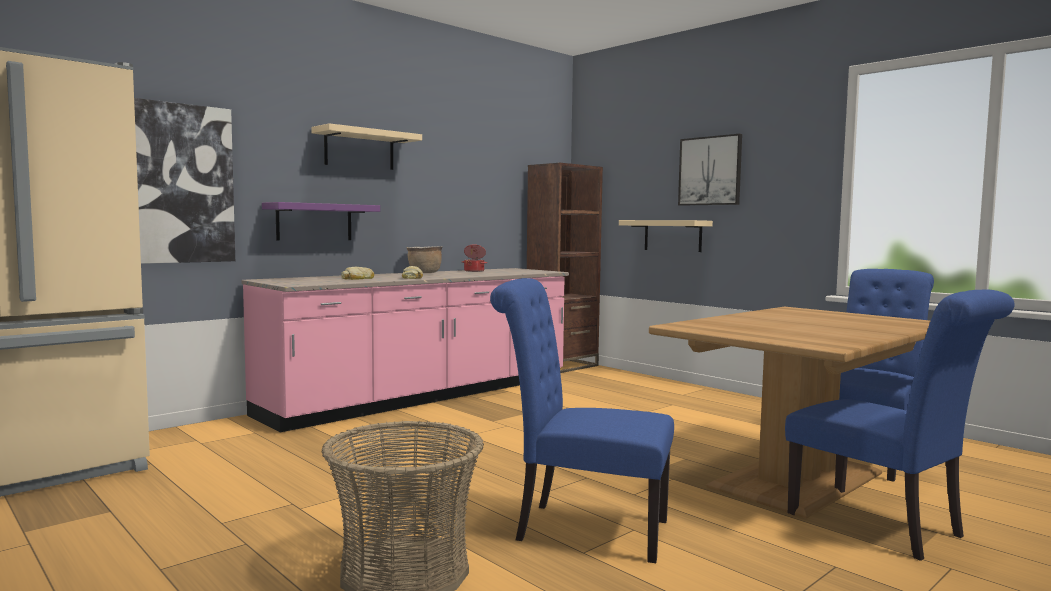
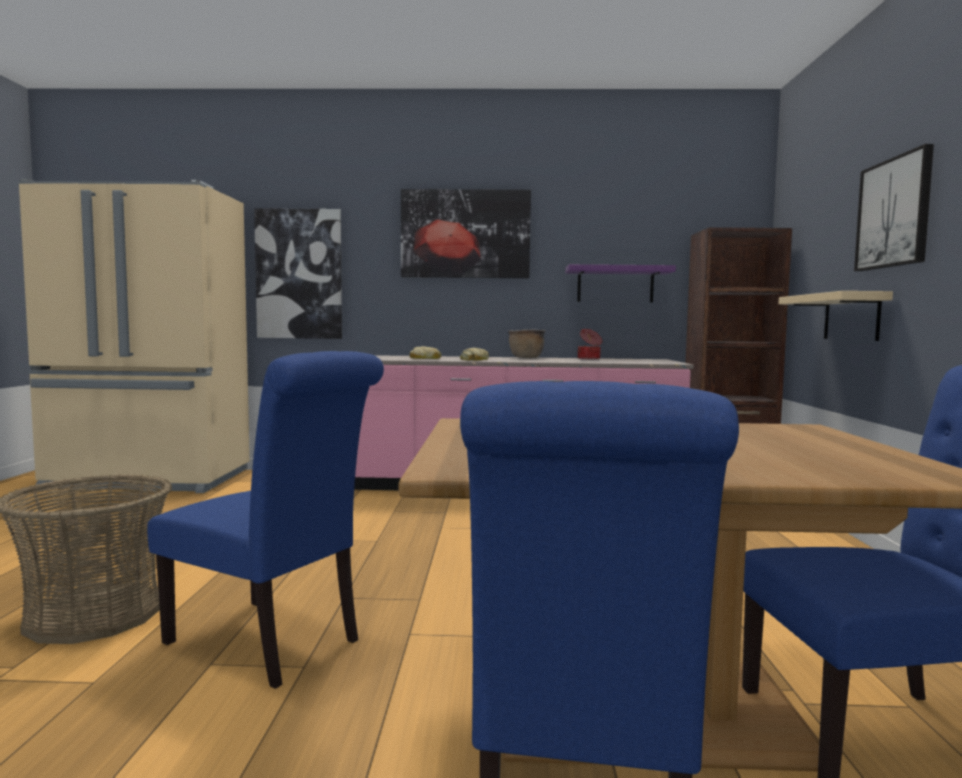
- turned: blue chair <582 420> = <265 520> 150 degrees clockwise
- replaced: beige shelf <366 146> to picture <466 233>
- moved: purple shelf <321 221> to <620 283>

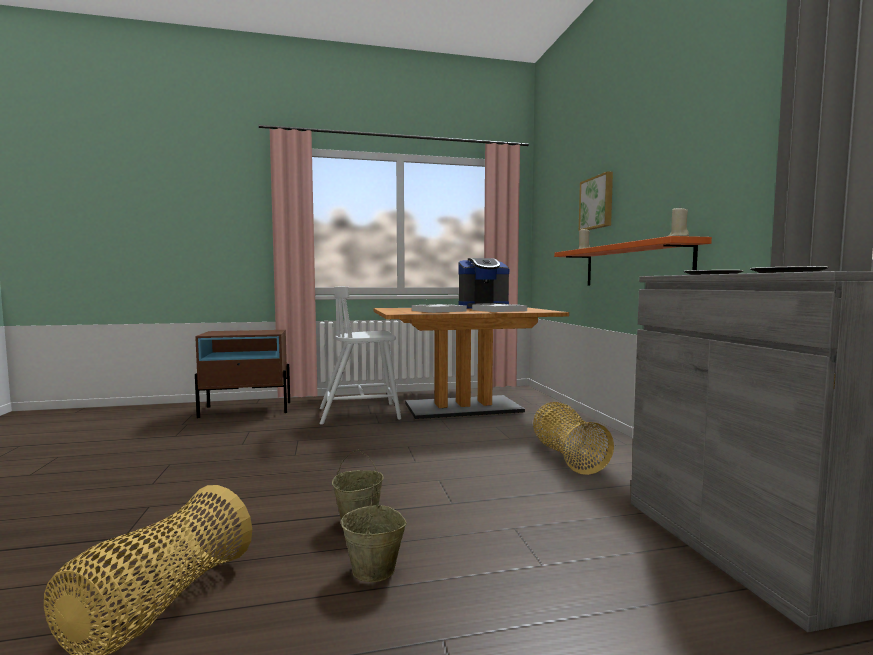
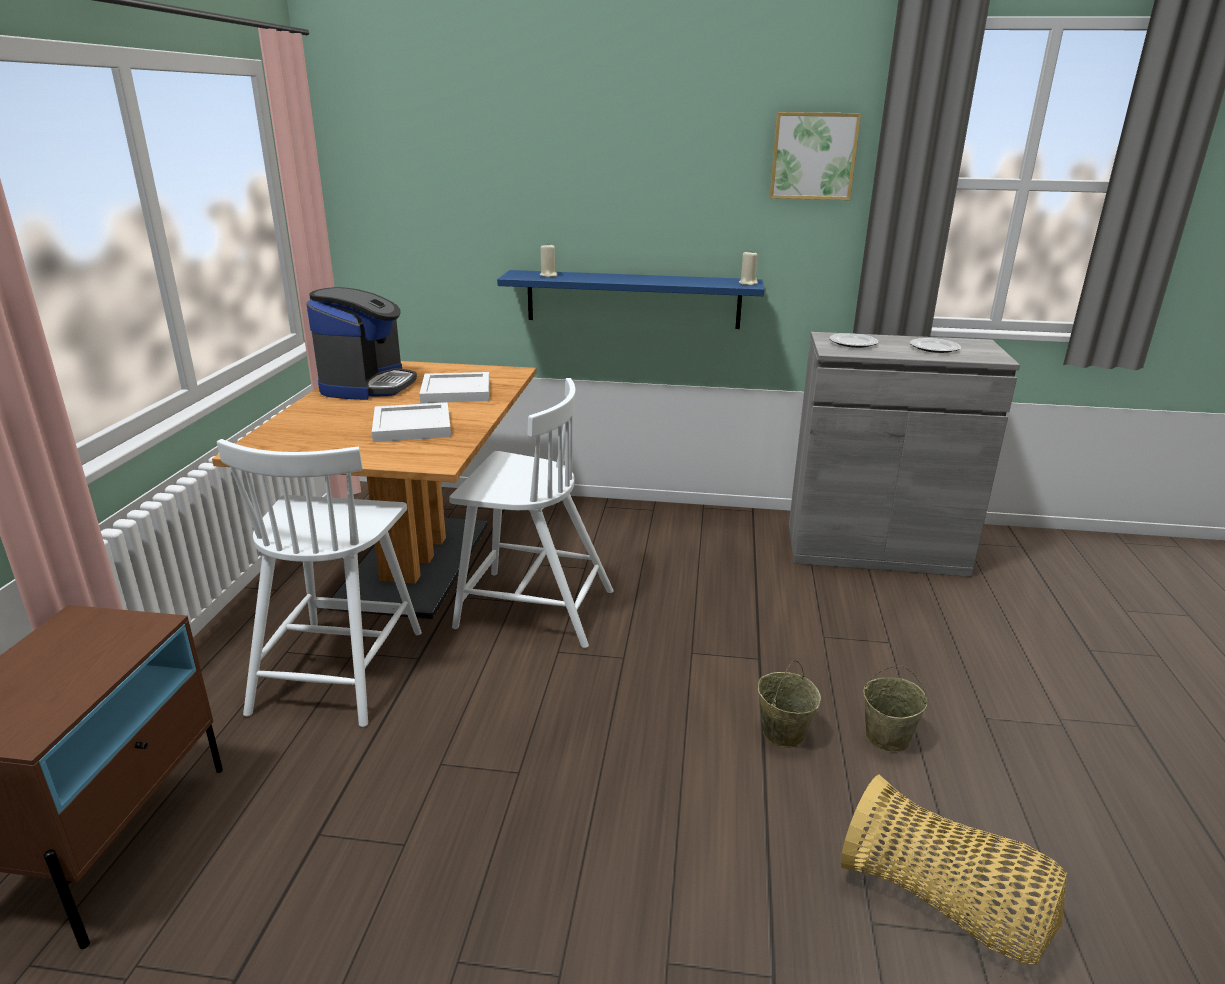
- added: white chair <531 513>
- recoloured: orange shelf <633 260> to blue shelf <630 299>
- moved: picture <596 200> to <815 156>
- removed: basket <573 438>

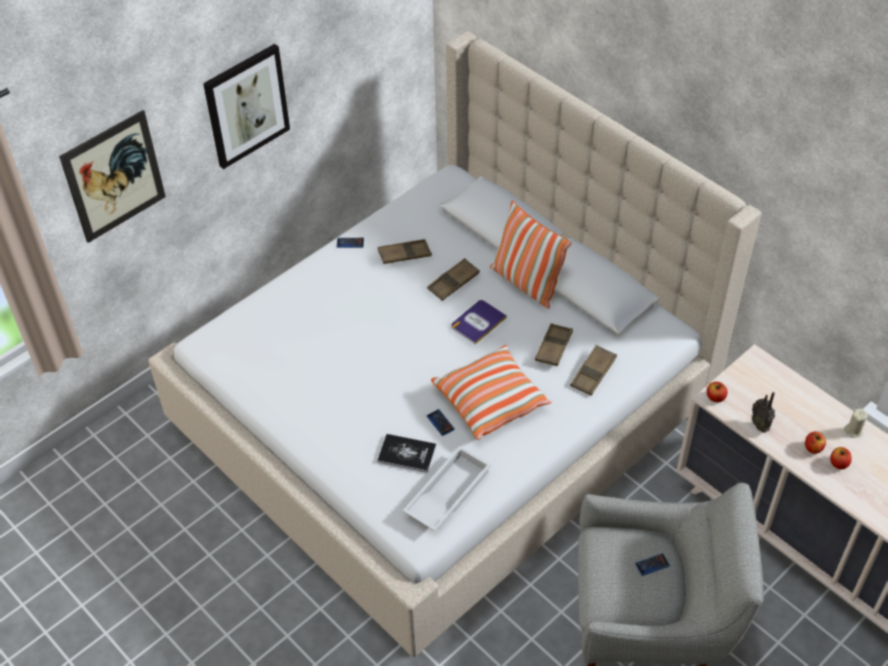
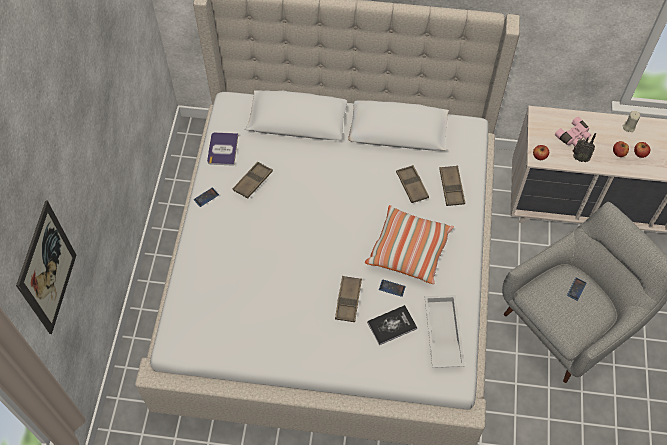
- moved: book <479 322> to <222 149>
- moved: brown tray <453 279> to <348 299>
- added: pink binoculars <573 131>
- removed: picture <246 106>
- removed: pillow <531 254>

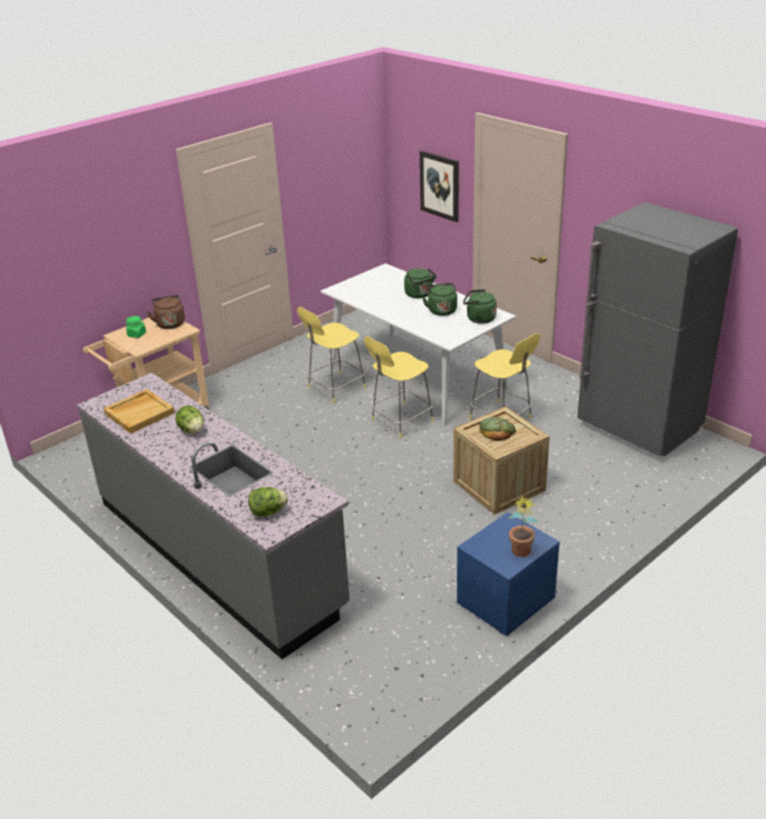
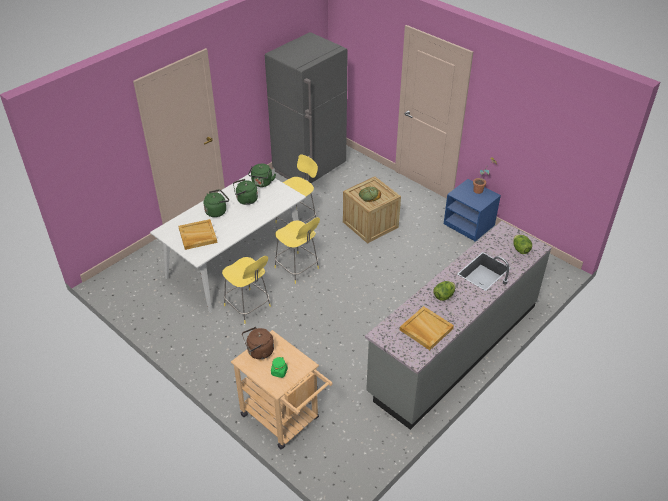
- added: beige tray <197 234>
- removed: picture <439 186>

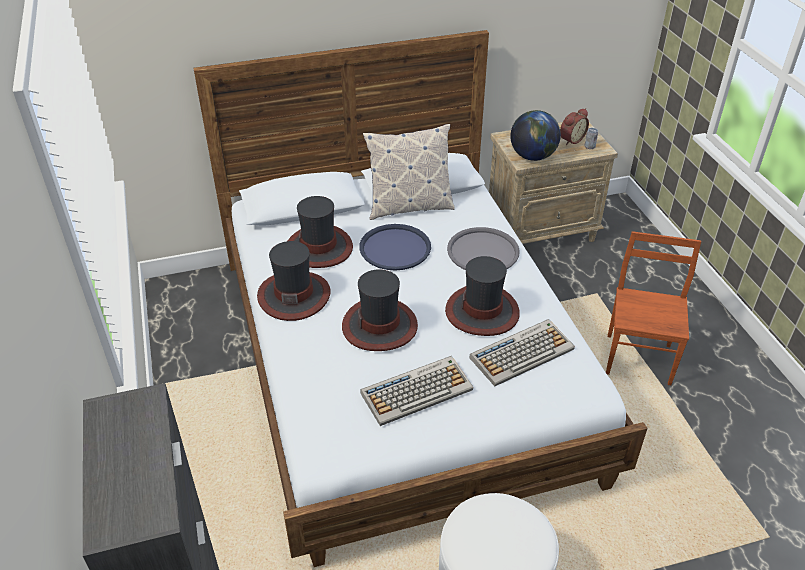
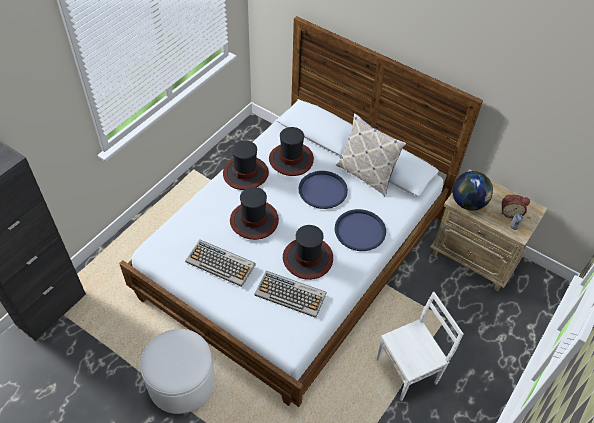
- recoloured: grey tray <483 248> to blue tray <360 230>
- recoloured: brown chair <653 308> to white chair <420 346>

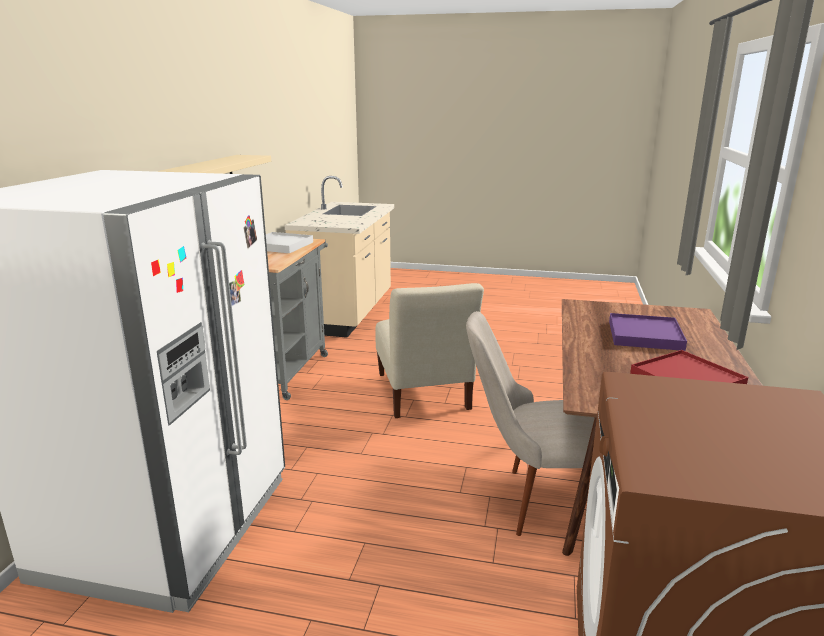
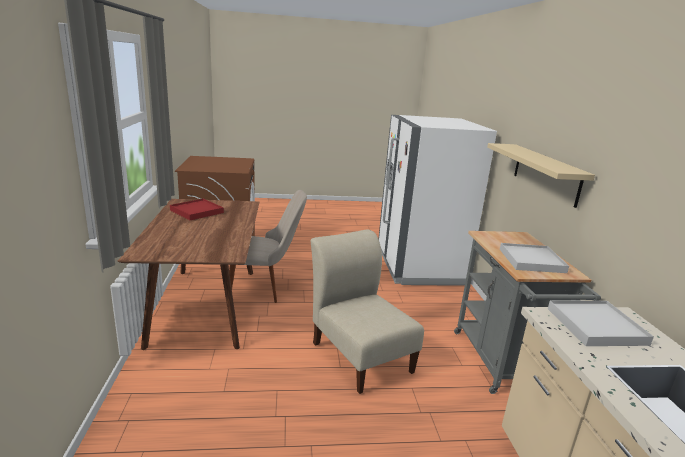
- added: white tray <601 323>
- removed: purple tray <648 332>

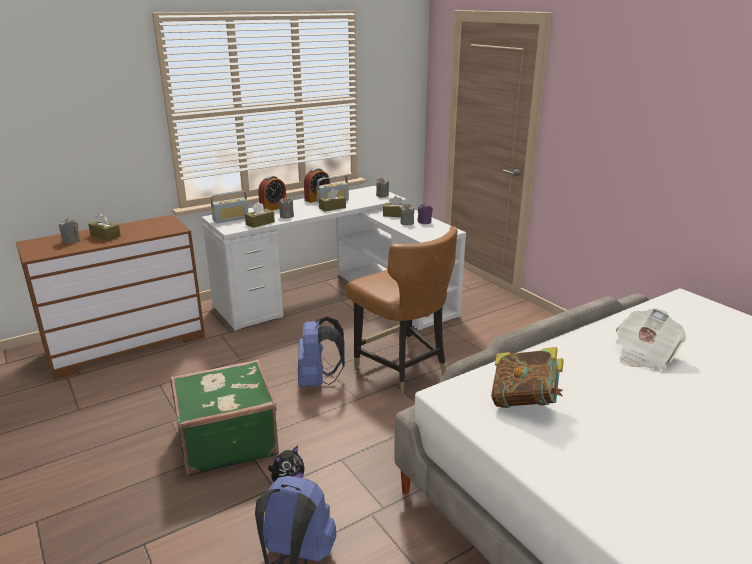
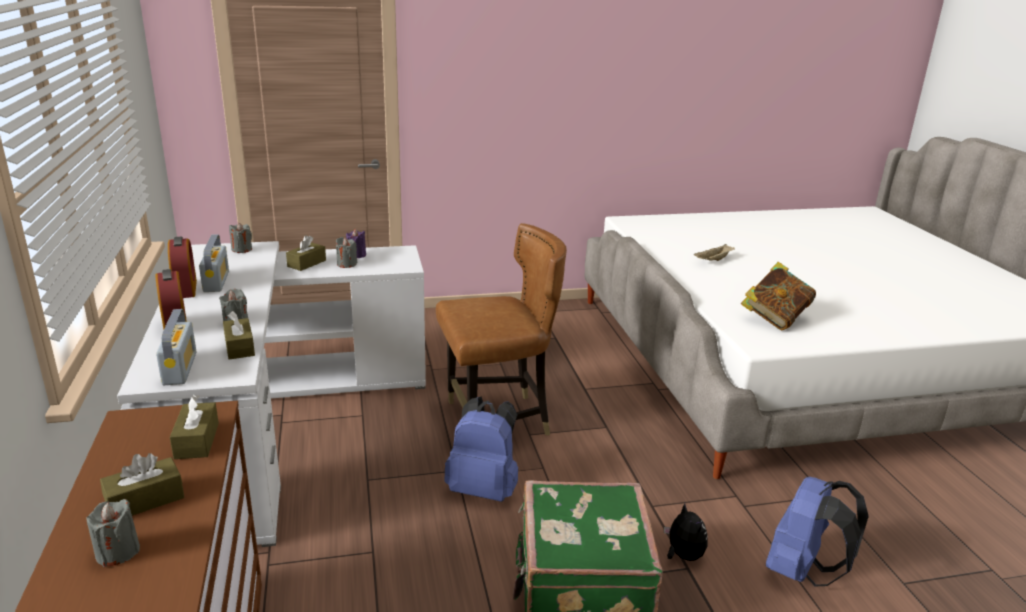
- moved: brown tissue box <332 199> to <194 427>
- replaced: newspaper <651 338> to beige tray <714 252>

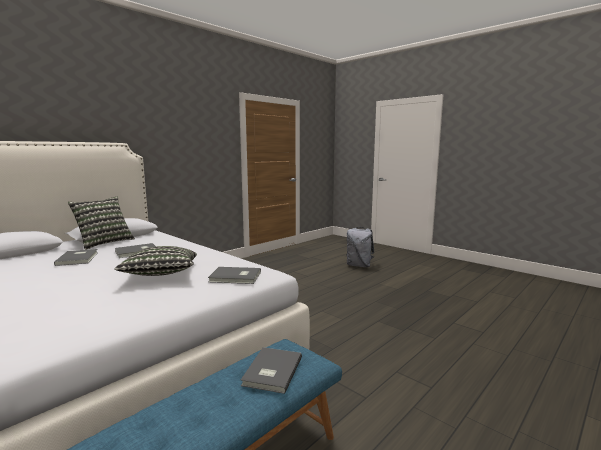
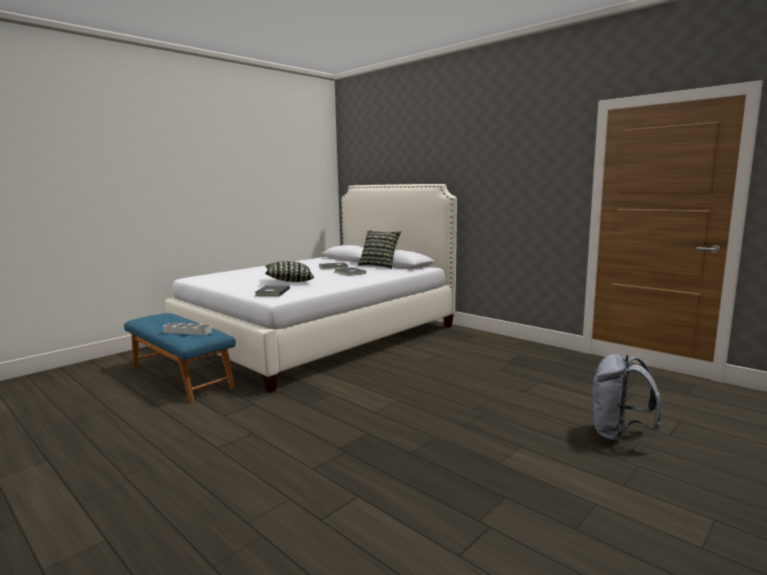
- replaced: grey book <271 370> to grey tray <187 329>

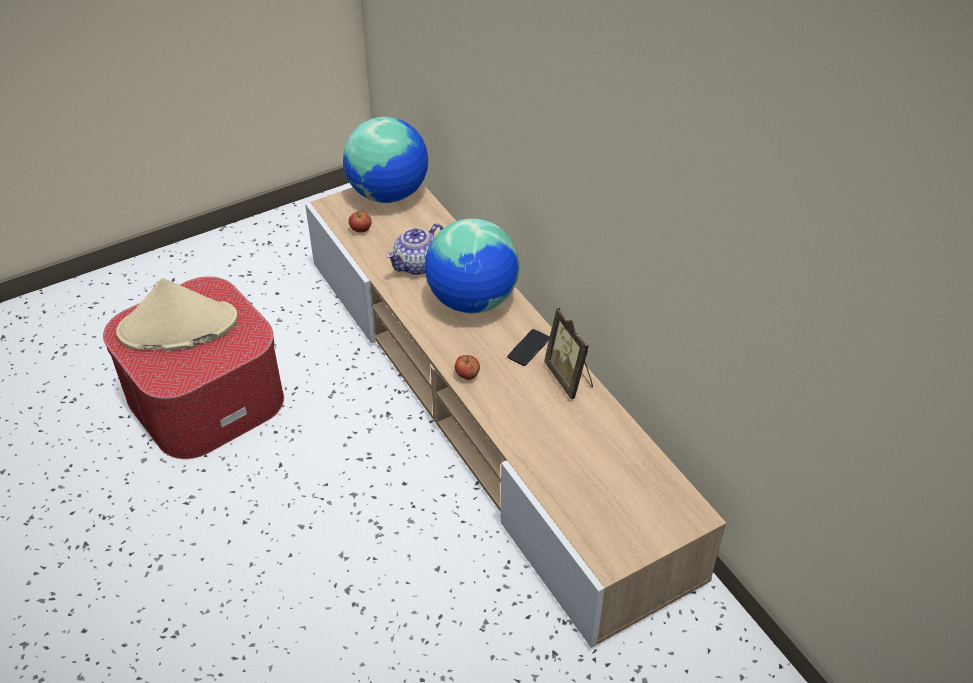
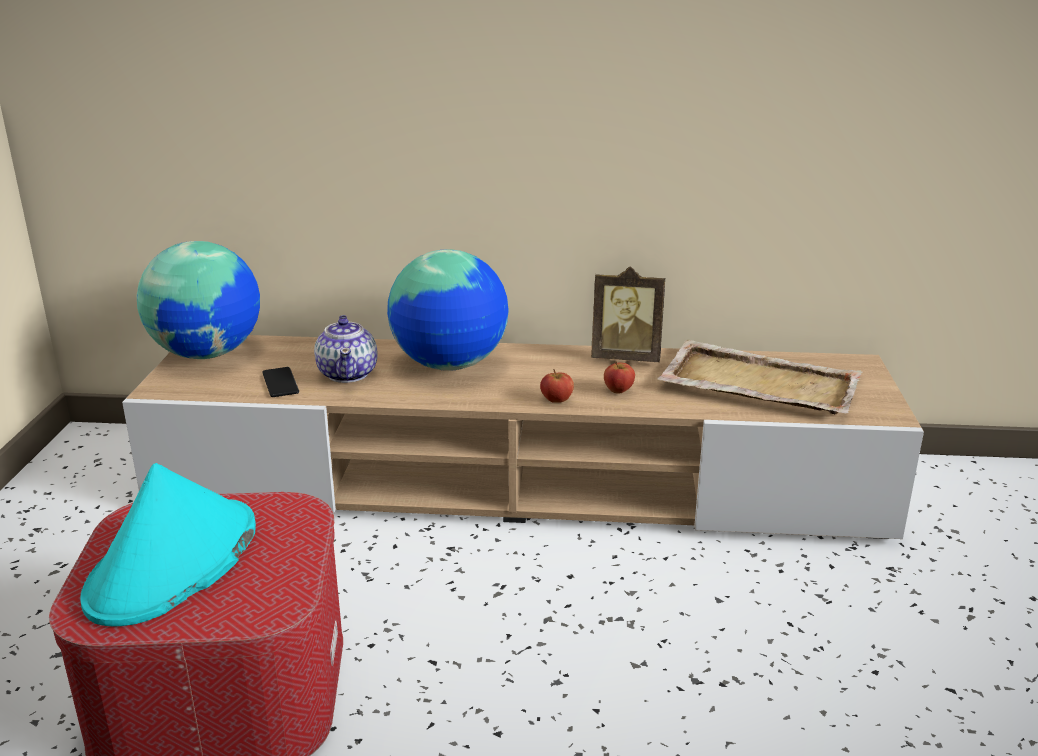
- recoloured: beige hat <177 314> to turquoise hat <168 544>
- moved: phone <528 347> to <280 382>
- moved: apple <360 221> to <619 377>
- added: beige tray <760 377>

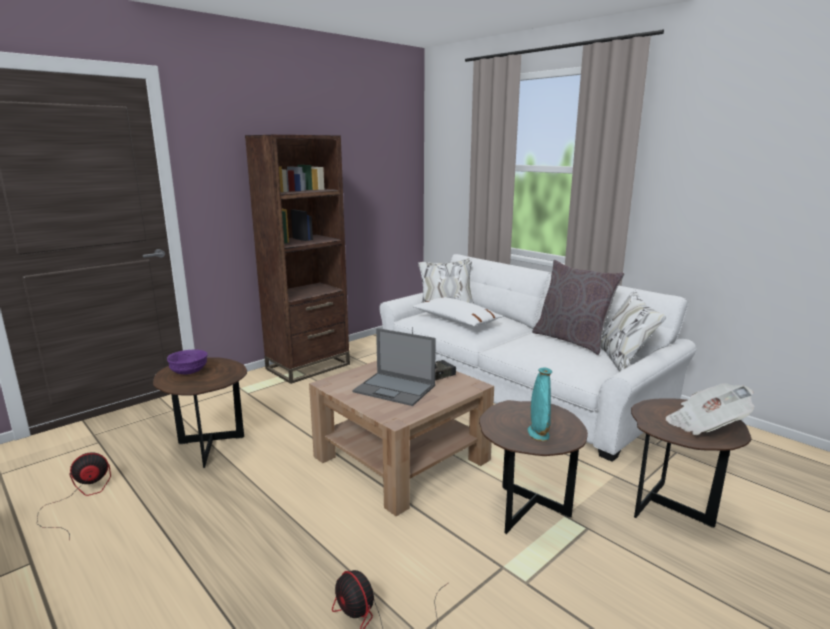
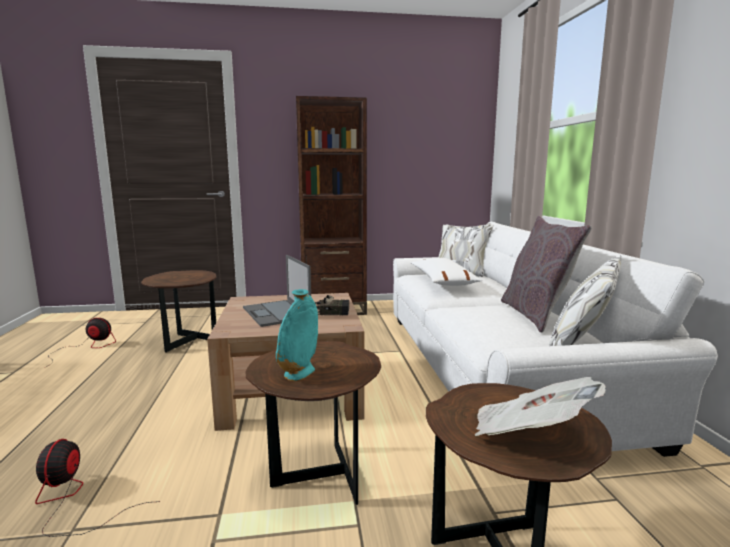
- removed: purple bowl <187 361>

